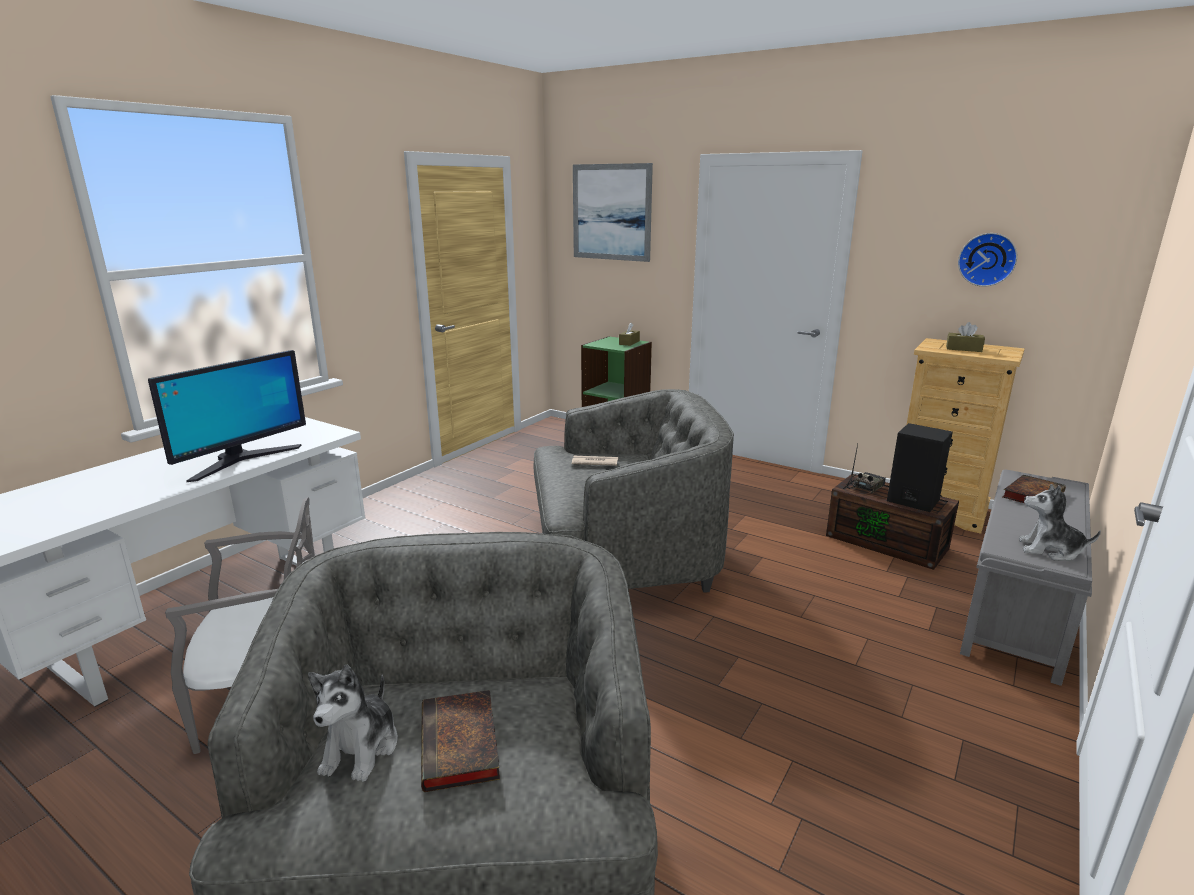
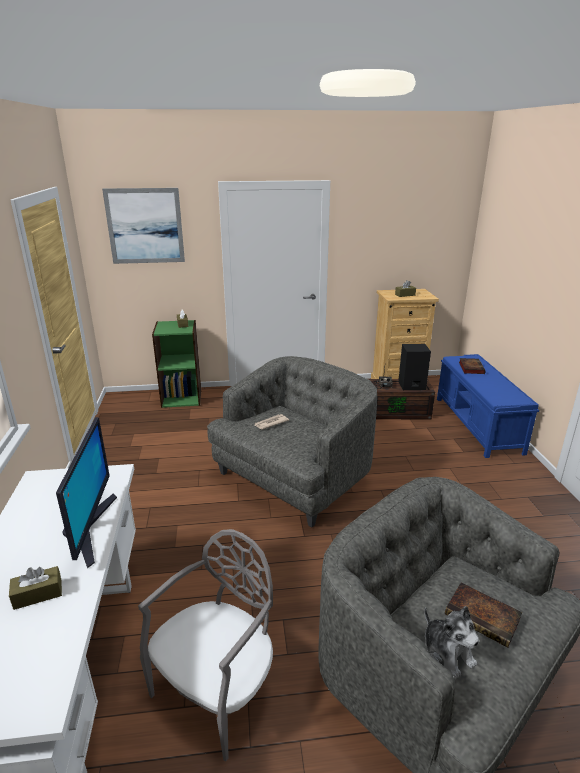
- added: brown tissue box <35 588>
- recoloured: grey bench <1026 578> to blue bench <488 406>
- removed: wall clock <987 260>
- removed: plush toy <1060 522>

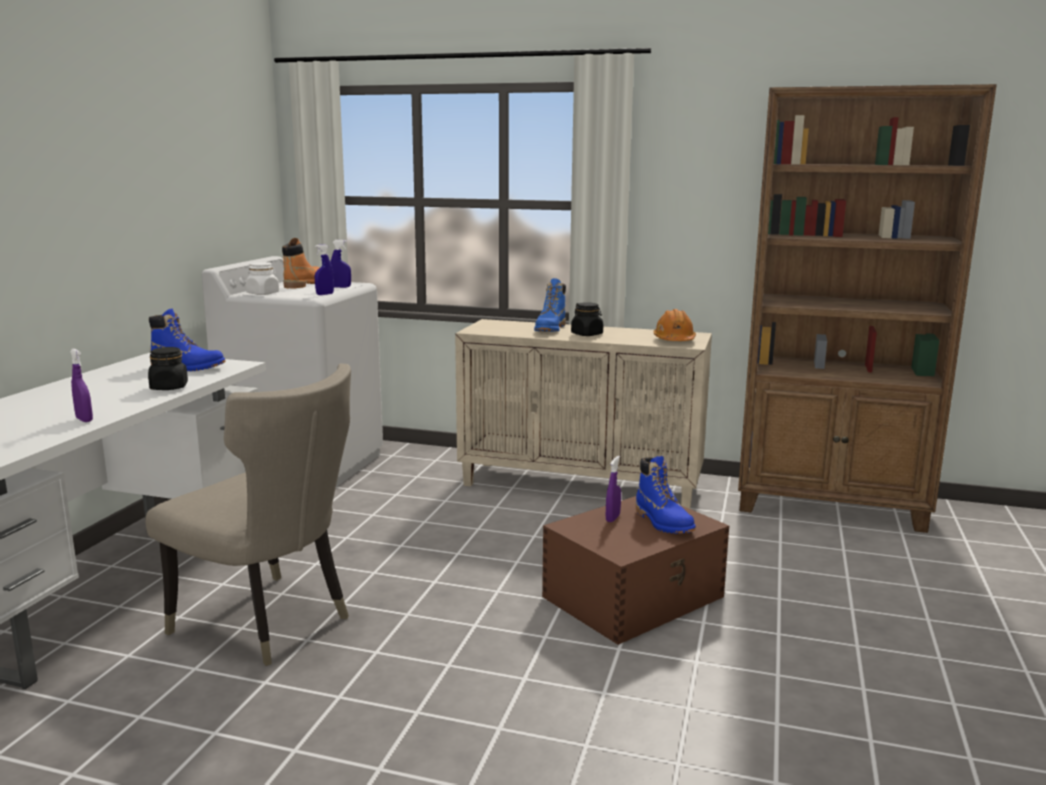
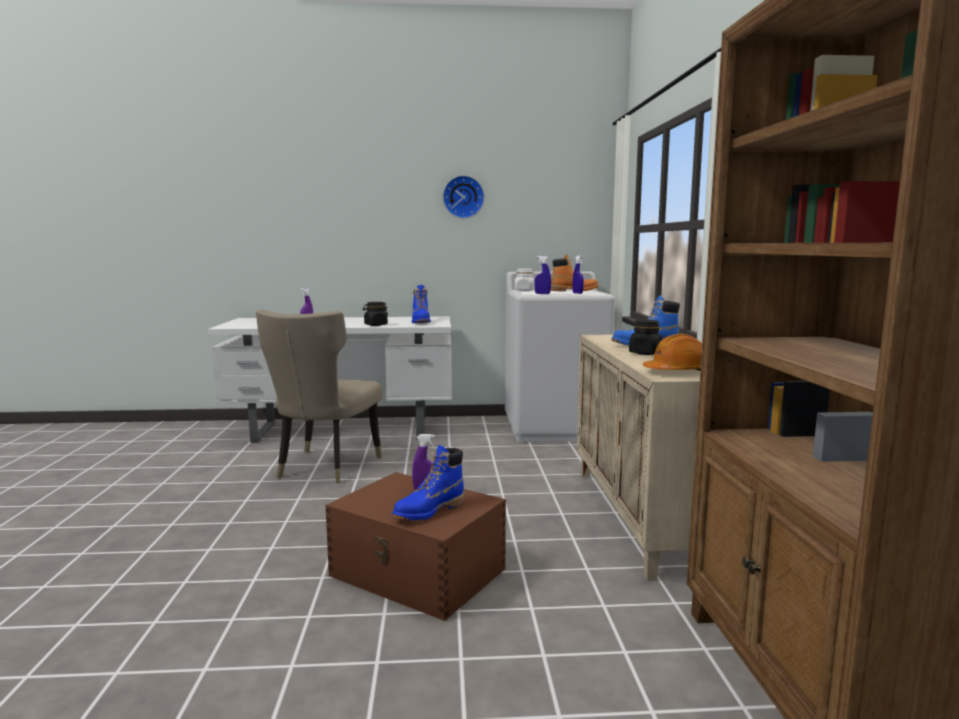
- added: wall clock <464 197>

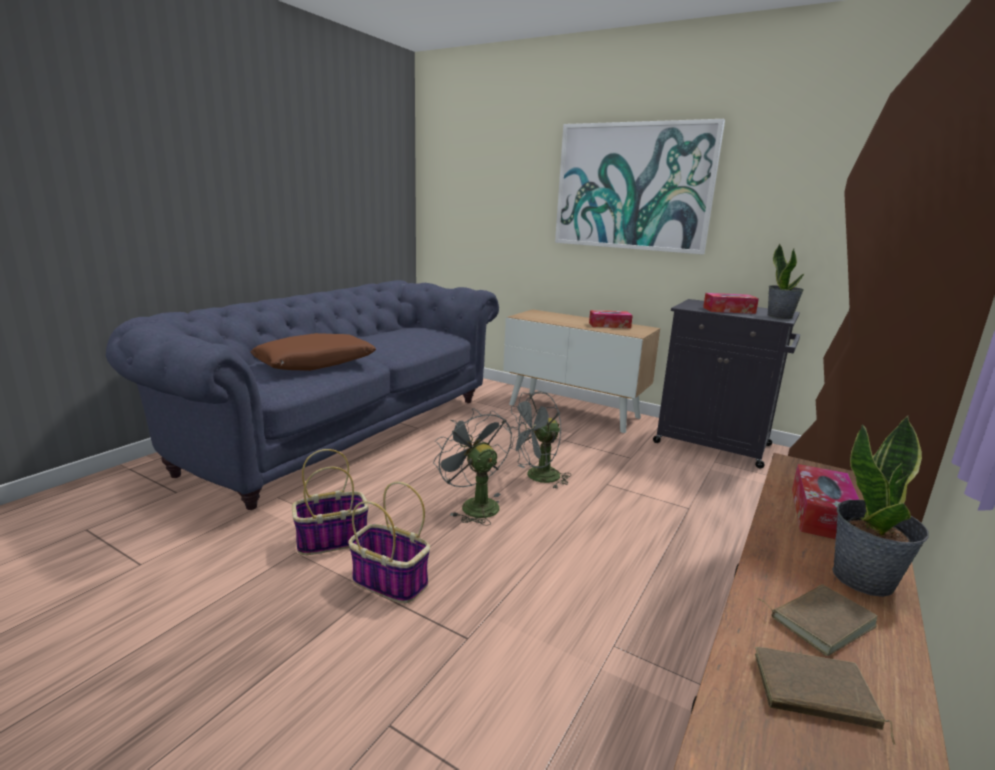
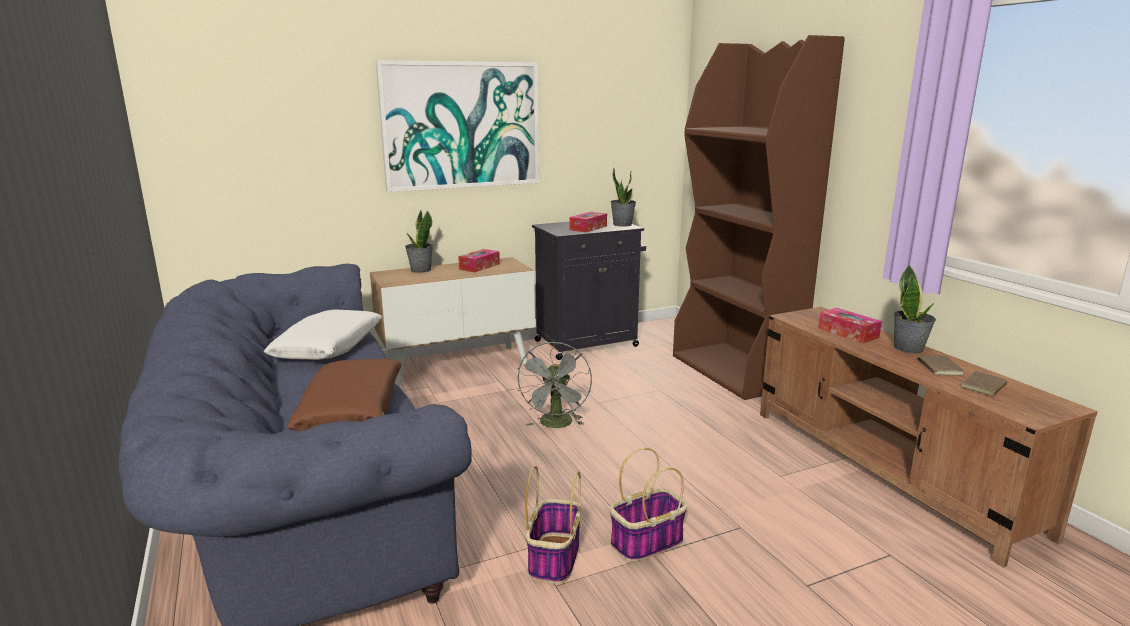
- added: white pillow <323 334>
- added: potted plant <419 241>
- removed: grey fan <472 467>

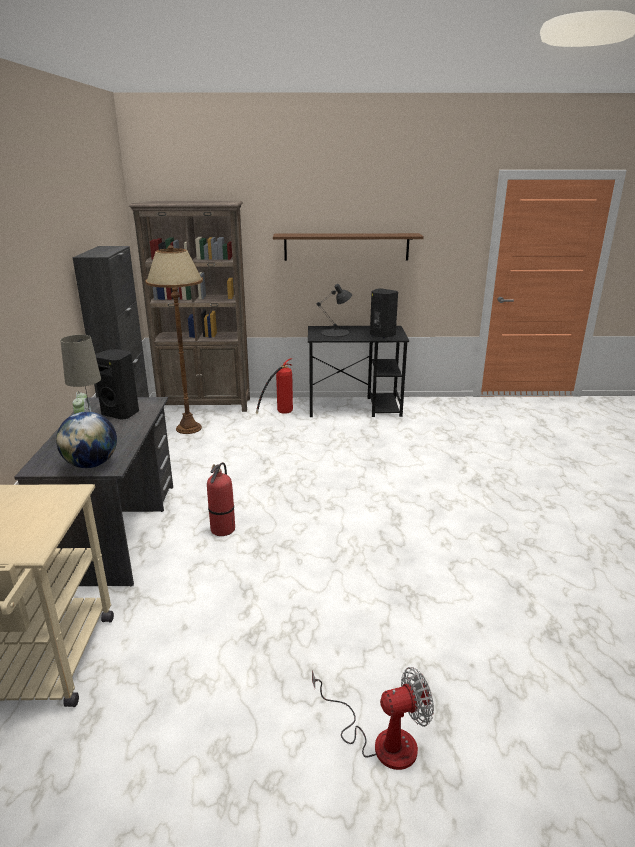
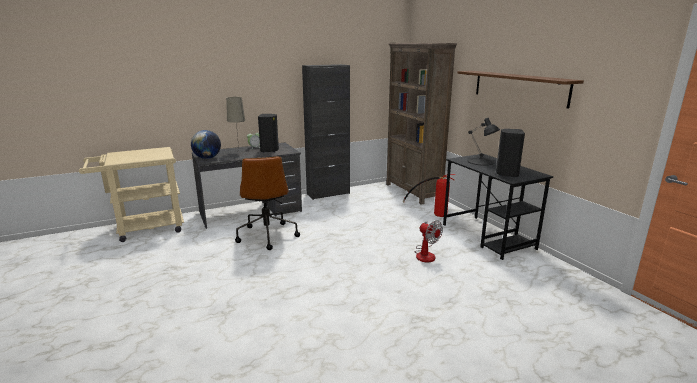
- replaced: fire extinguisher <221 499> to brown office chair <267 203>
- moved: fan <373 718> to <429 241>
- removed: brown floor lamp <174 339>

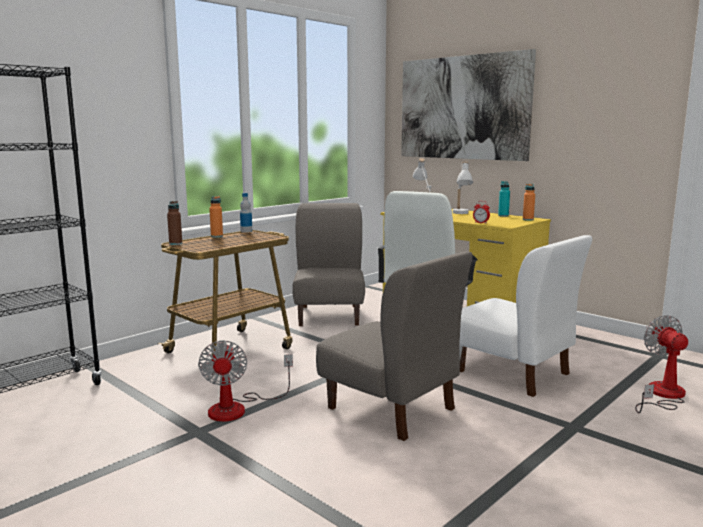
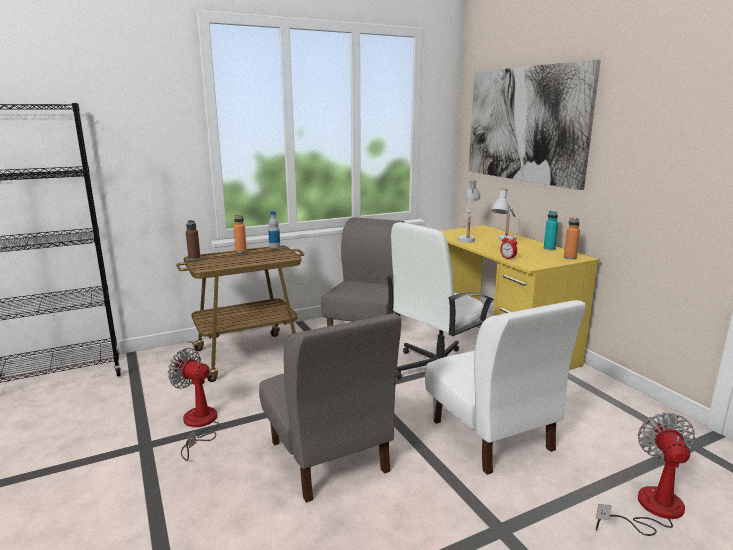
- turned: fan <245 381> = <194 404> 105 degrees clockwise

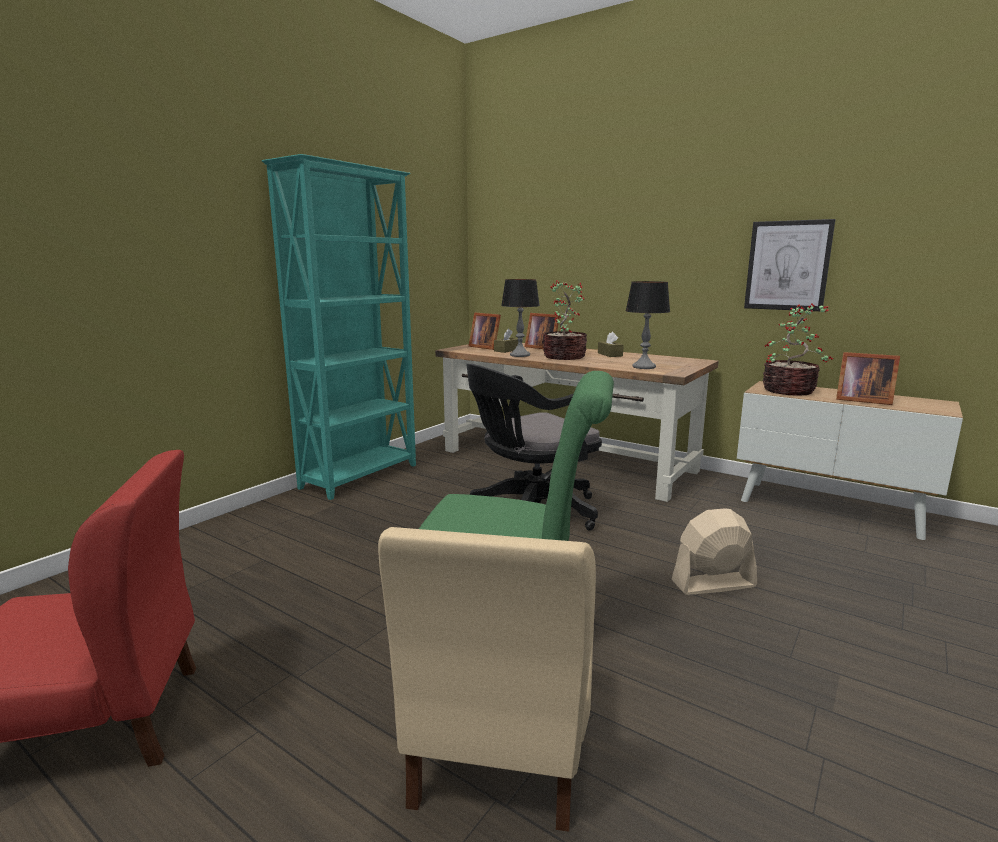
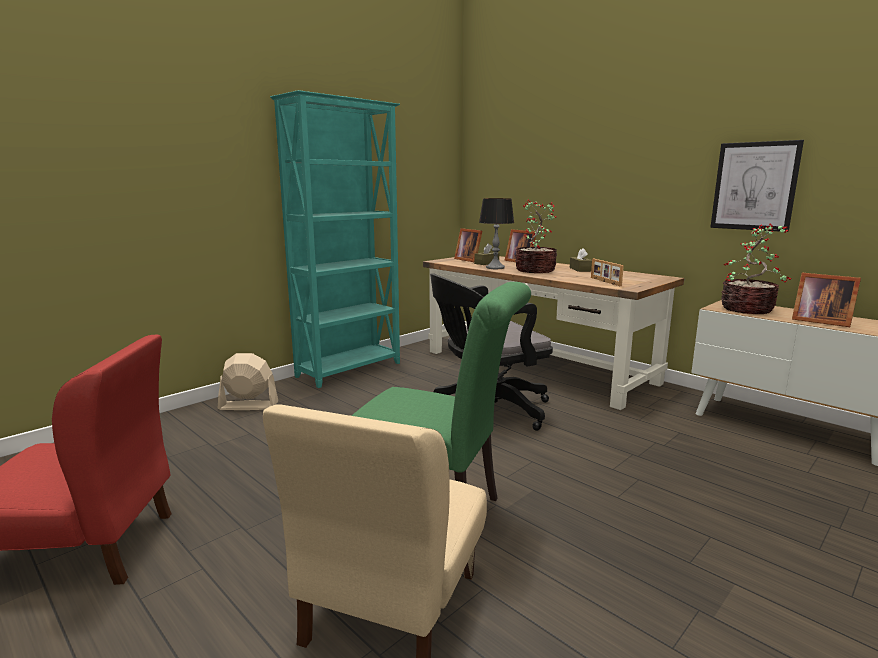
- moved: beige fan <714 552> to <248 381>
- replaced: table lamp <648 325> to picture frame <607 272>

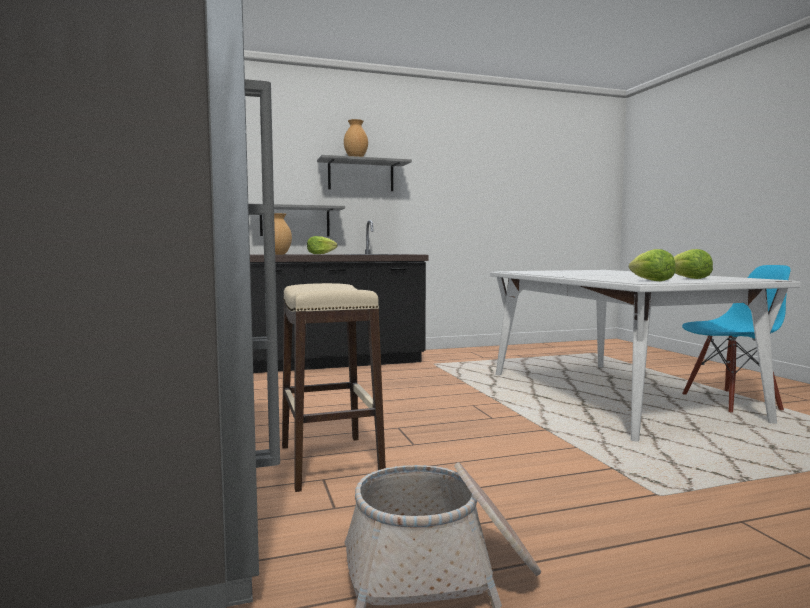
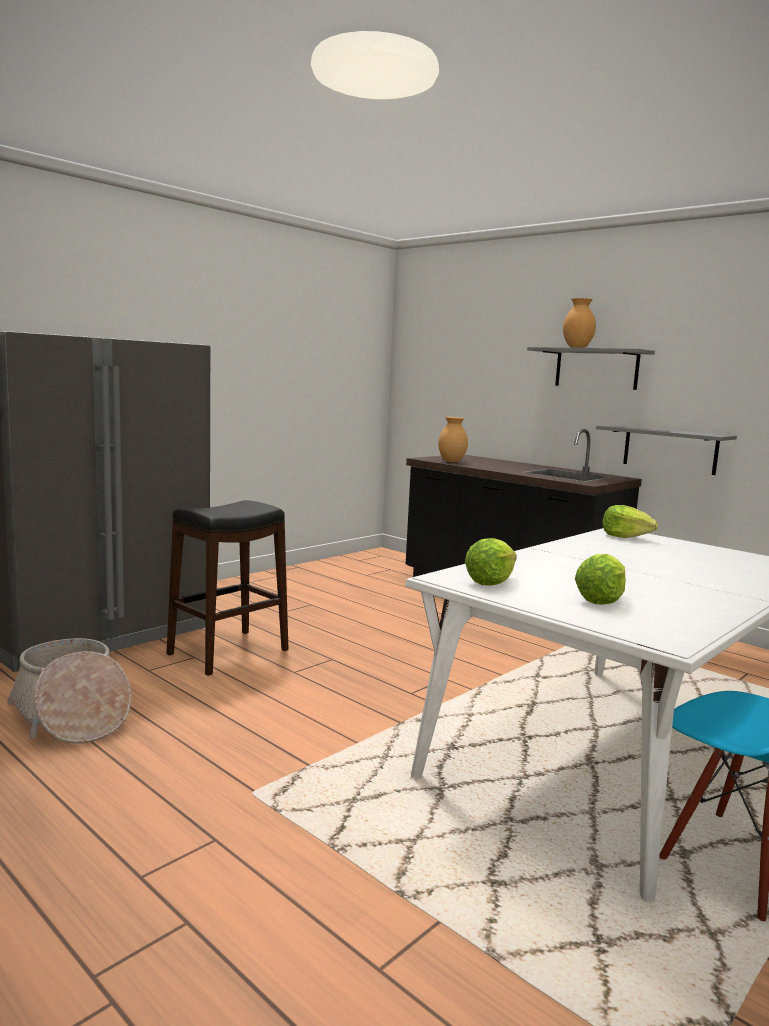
- recoloured: beige stool <334 387> to black stool <227 588>
- moved: grey shelf <302 220> to <666 450>
- moved: lettuce <322 245> to <630 521>

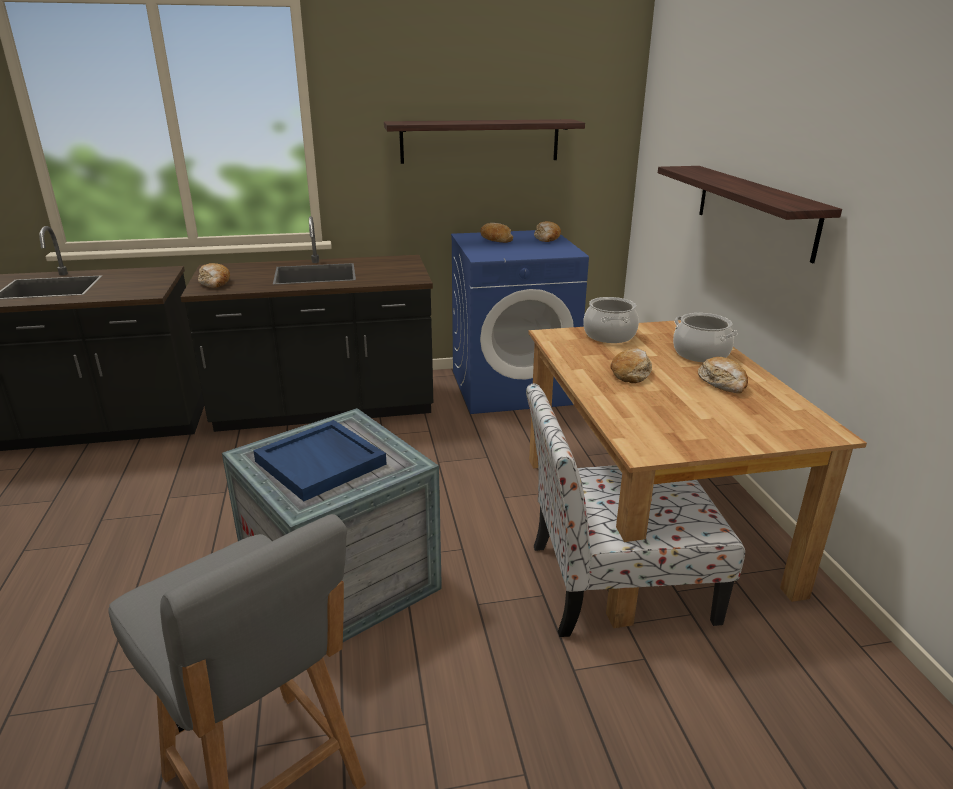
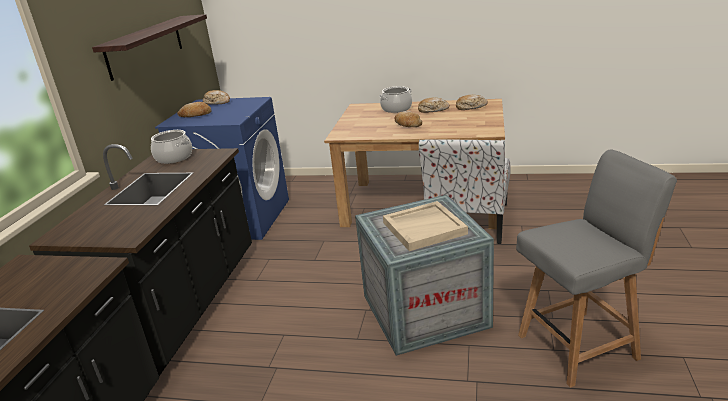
- moved: cooking pot <611 320> to <171 147>
- recoloured: blue tray <320 460> to beige tray <425 226>
- moved: bread <214 275> to <472 102>
- removed: shelf <750 214>

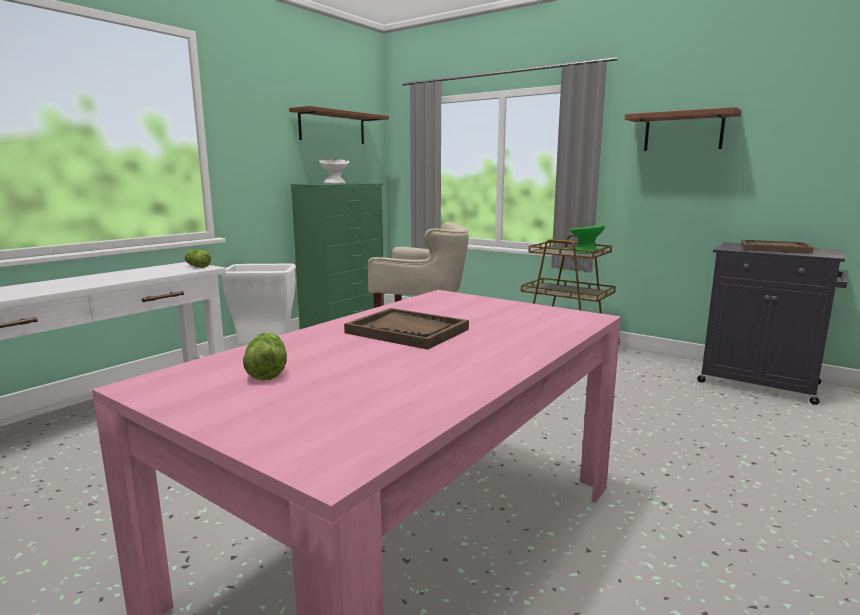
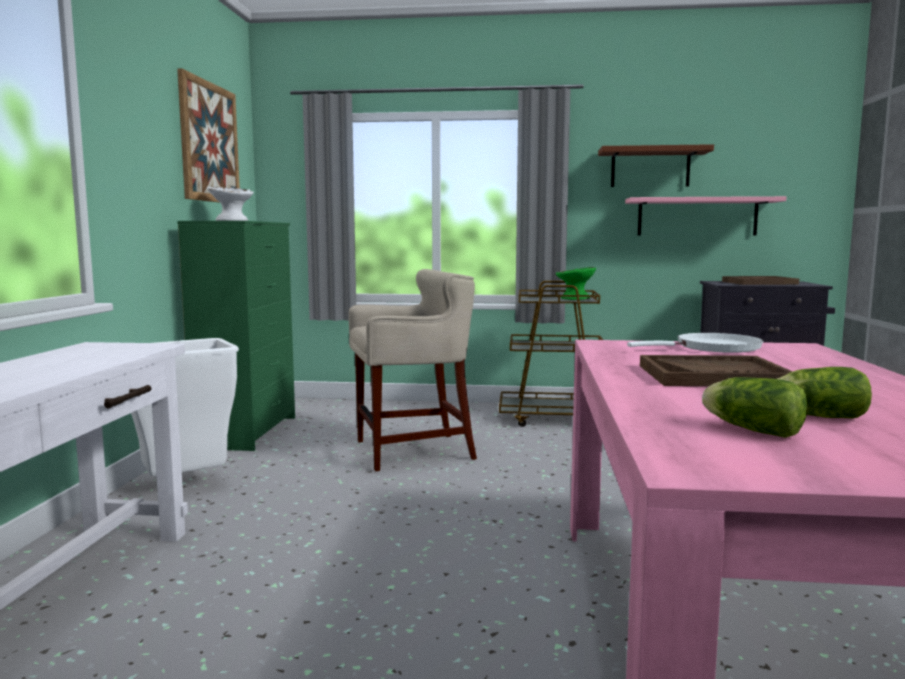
- replaced: brown shelf <339 125> to picture <208 135>
- added: pink shelf <705 215>
- added: white frying pan <695 343>
- moved: lettuce <197 258> to <824 393>

